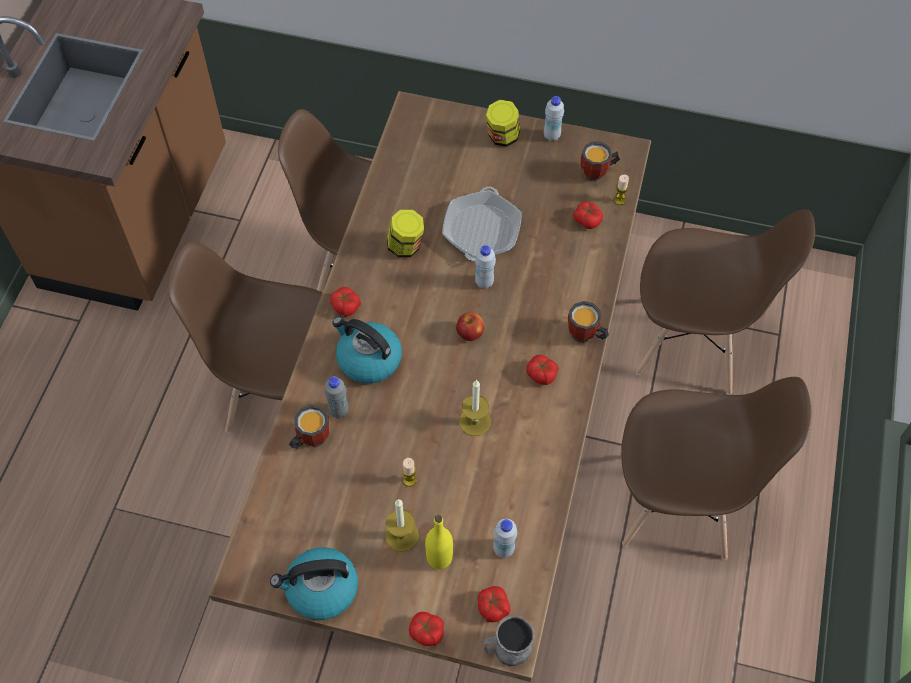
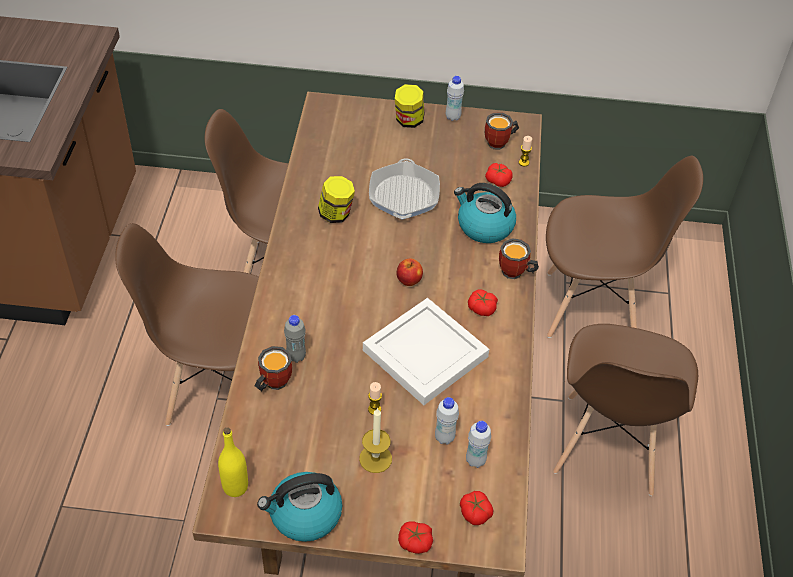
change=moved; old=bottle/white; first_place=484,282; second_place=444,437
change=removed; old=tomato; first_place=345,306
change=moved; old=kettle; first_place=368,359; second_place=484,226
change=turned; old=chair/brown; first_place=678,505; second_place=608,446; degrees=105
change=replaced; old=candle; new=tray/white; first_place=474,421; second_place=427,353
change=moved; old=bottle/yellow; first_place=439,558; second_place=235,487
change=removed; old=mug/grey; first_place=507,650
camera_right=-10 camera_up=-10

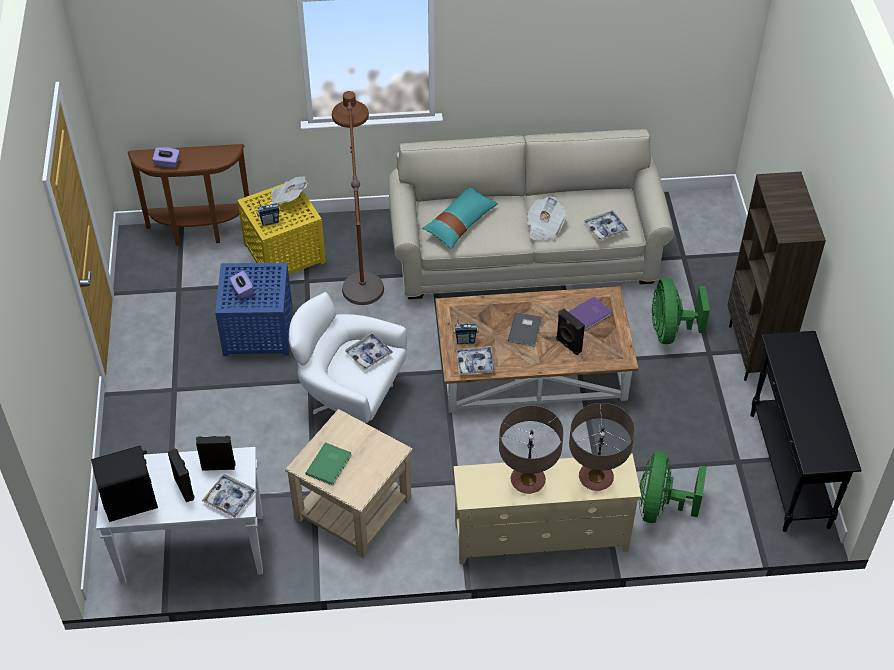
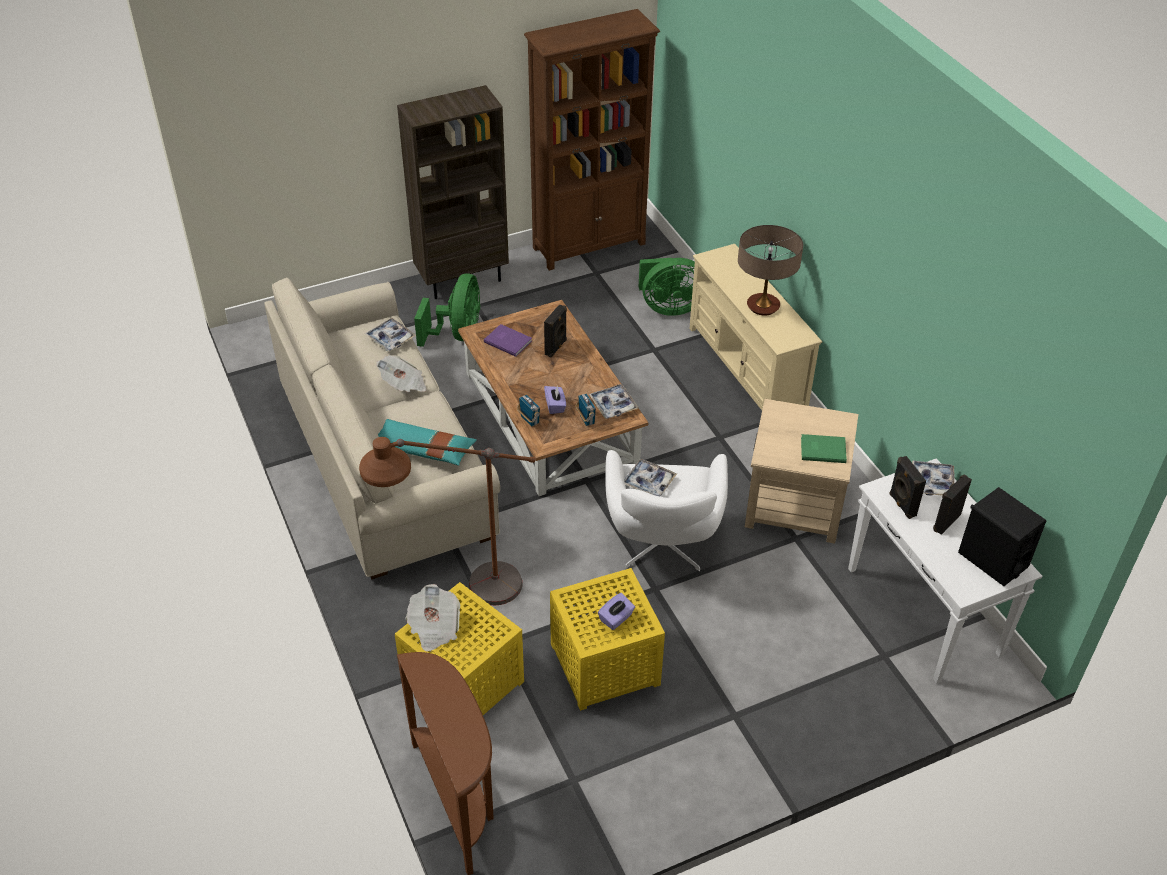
change=moved; old=tissue box/purple; first_place=167,163; second_place=555,406
change=moved; old=radio; first_place=270,221; second_place=529,420
change=recoloured; old=side table/blue; new=side table/yellow; first_place=257,330; second_place=604,666
change=turned; old=fan/green; first_place=670,330; second_place=457,334; degrees=-60
change=removed; old=book/grey; first_place=526,330
change=replaced; old=console table/black; new=bookcase/brown; first_place=788,470; second_place=590,245
change=removed; old=table lamp; first_place=595,478
camera_right=-110 camera_up=-5

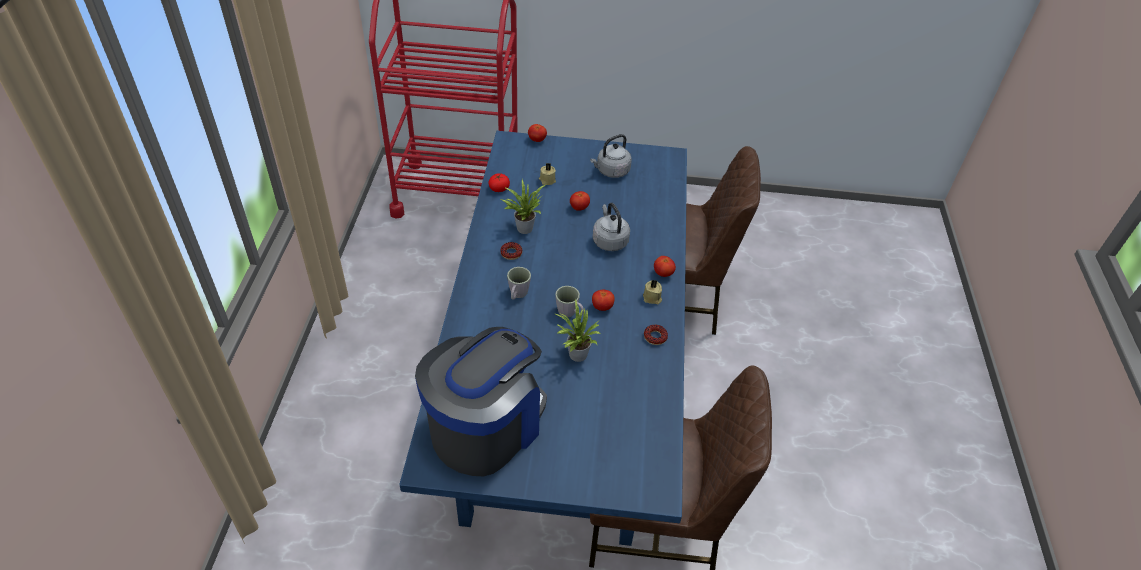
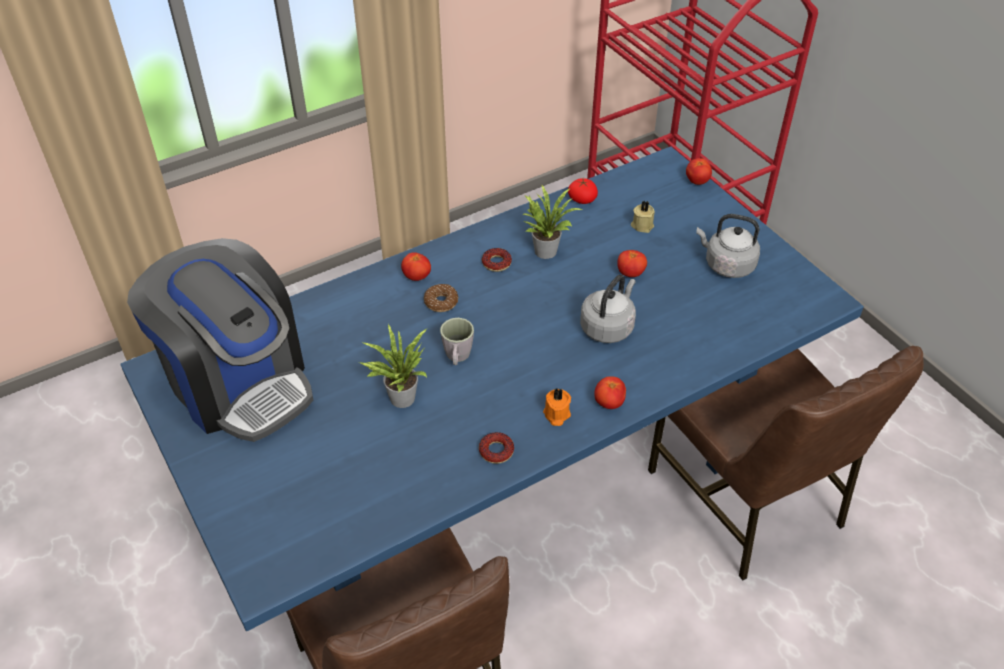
change=replaced; old=mug/grey; new=donut; first_place=517,295; second_place=441,302
change=recoloured; old=candle/beige; new=candle/orange; first_place=652,298; second_place=556,415
change=moved; old=tomato; first_place=602,307; second_place=417,277
change=turned; old=coffee machine; first_place=486,426; second_place=238,382; degrees=45
camera_right=55 camera_up=0

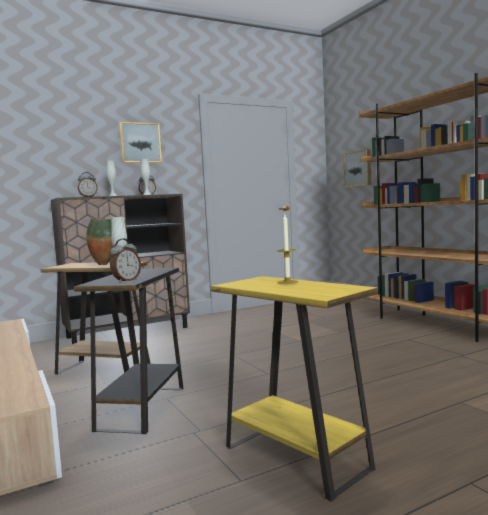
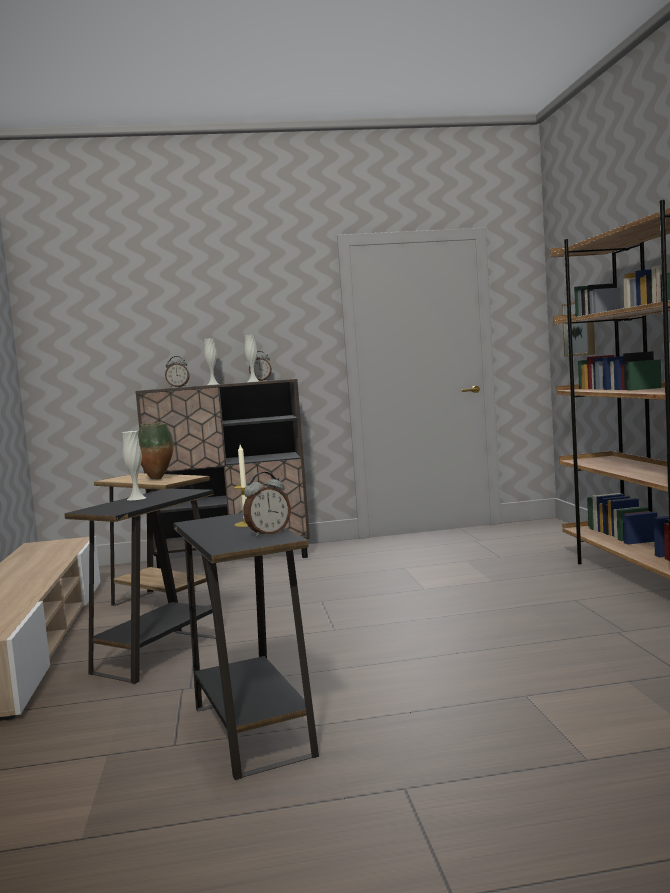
change=removed; old=picture; first_place=140,143
change=moved; old=alarm clock; first_place=126,281; second_place=268,533
change=recoloured; old=side table/yellow; new=side table/black; first_place=296,457; second_place=252,731
camera_right=20 camera_up=0

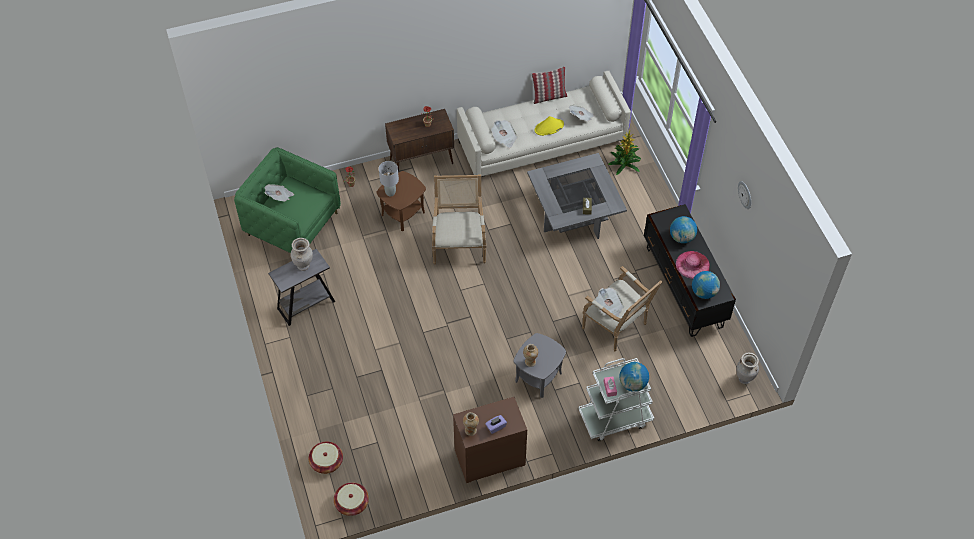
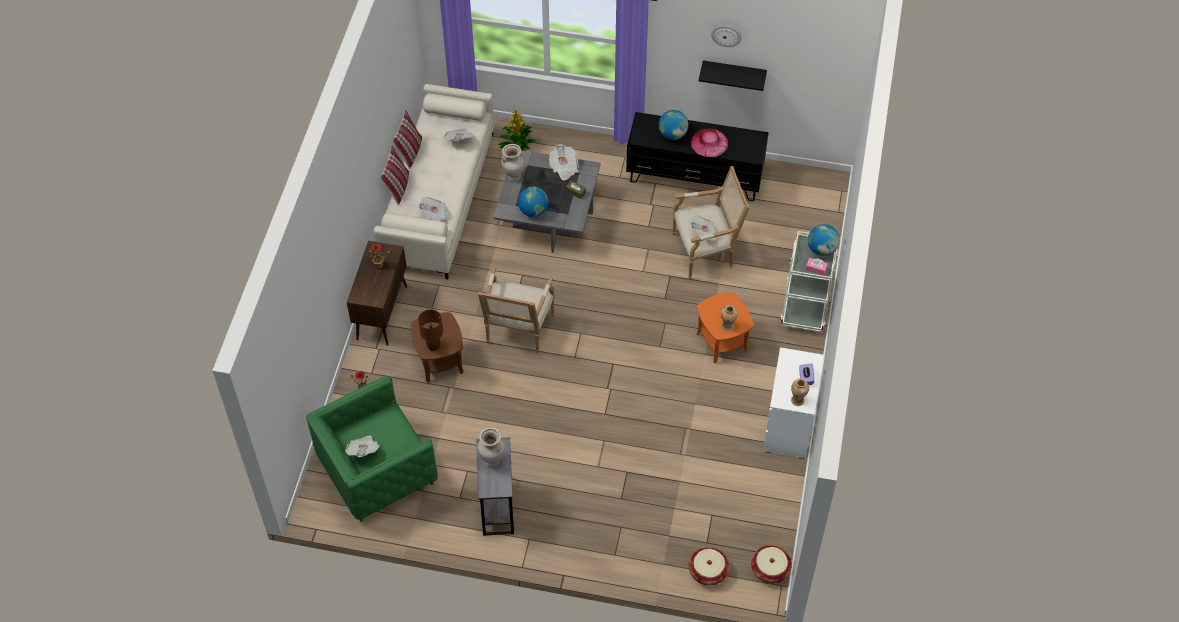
change=removed; old=hat/yellow; first_place=549,127
change=recoloured; old=table lamp/grey; new=table lamp/brown; first_place=390,193; second_place=433,346
change=turned; old=armchair; first_place=459,245; second_place=517,331; degrees=-105
change=moved; old=globe; first_place=704,292; second_place=533,211
change=recoloured; old=side table/grey; new=side table/orange; first_place=538,377; second_place=721,342
change=moved; old=vase/beige; first_place=744,379; second_place=514,176
change=recoloured; old=dresser/brown; new=dresser/white; first_place=489,458; second_place=788,426
change=added; new=shelf/black; second_place=734,73
change=added; new=newspaper; second_place=564,168
change=added; new=pillow; second_place=398,187
camera_right=-60 camera_up=0

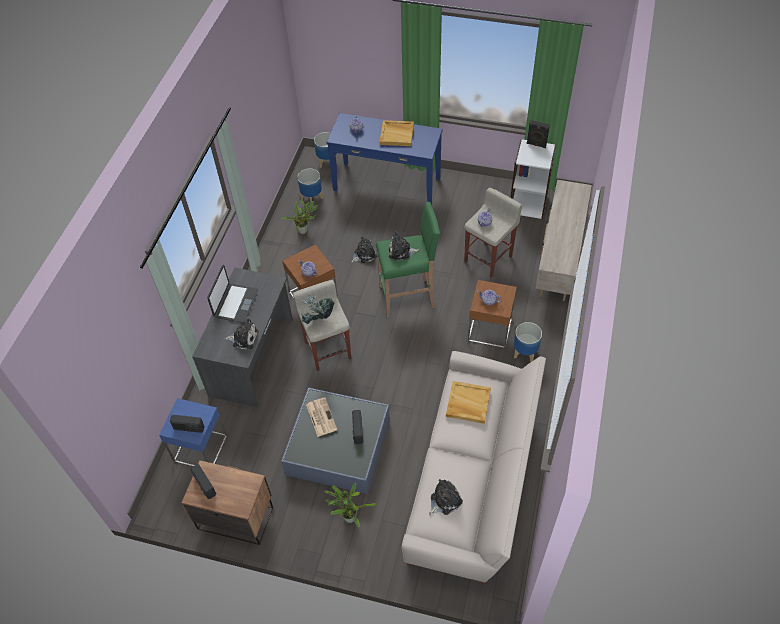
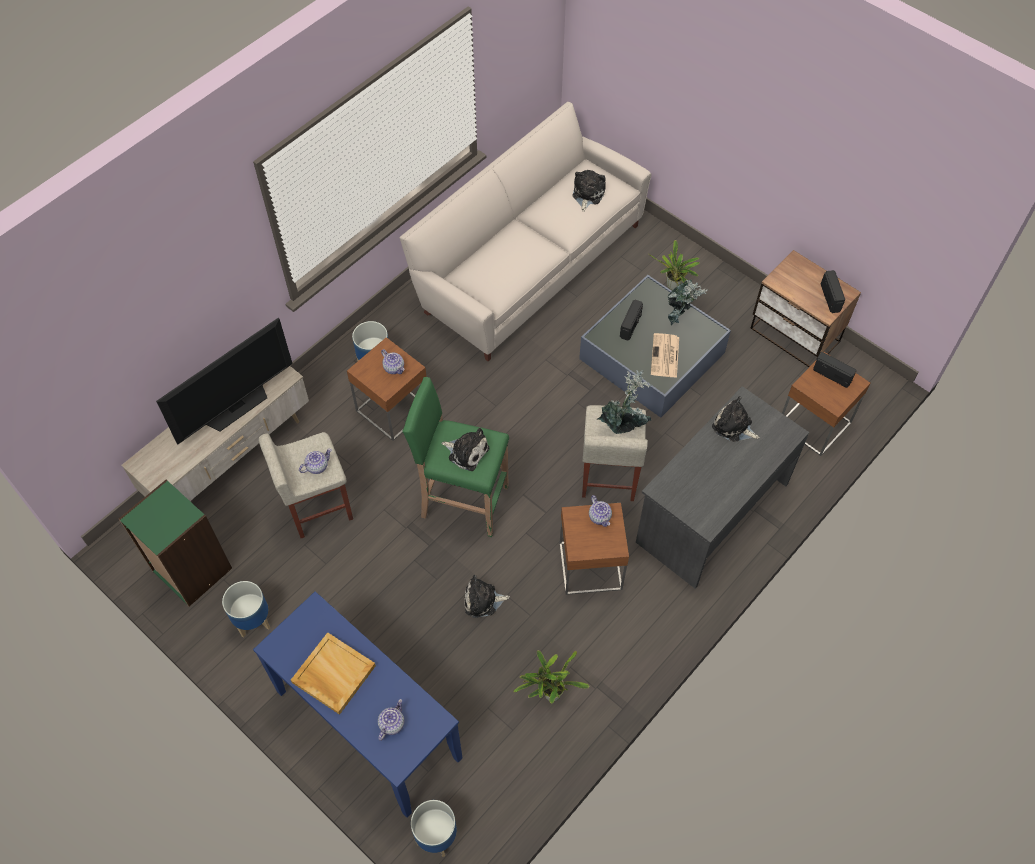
change=removed; old=speaker/black; first_place=536,145
change=recoloured; old=bookcase/white; new=bookcase/green; first_place=528,204; second_place=191,570
change=moved; old=planter; first_place=311,198; second_place=254,620
change=removed; old=laptop; first_place=235,303
change=removed; old=tray/beige; first_place=467,403
change=recoloured; old=side table/blue; new=side table/brown; first_place=200,448; second_place=814,424
change=turned; old=plush toy; first_place=444,500; second_place=587,194; degrees=120
change=added; new=potted plant; second_place=680,315
change=added; new=television; second_place=236,406
camera_right=-155 camera_up=5

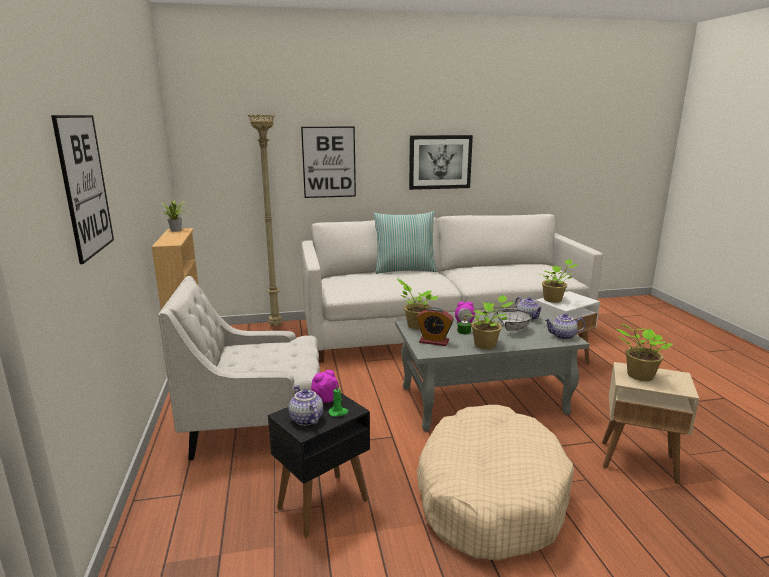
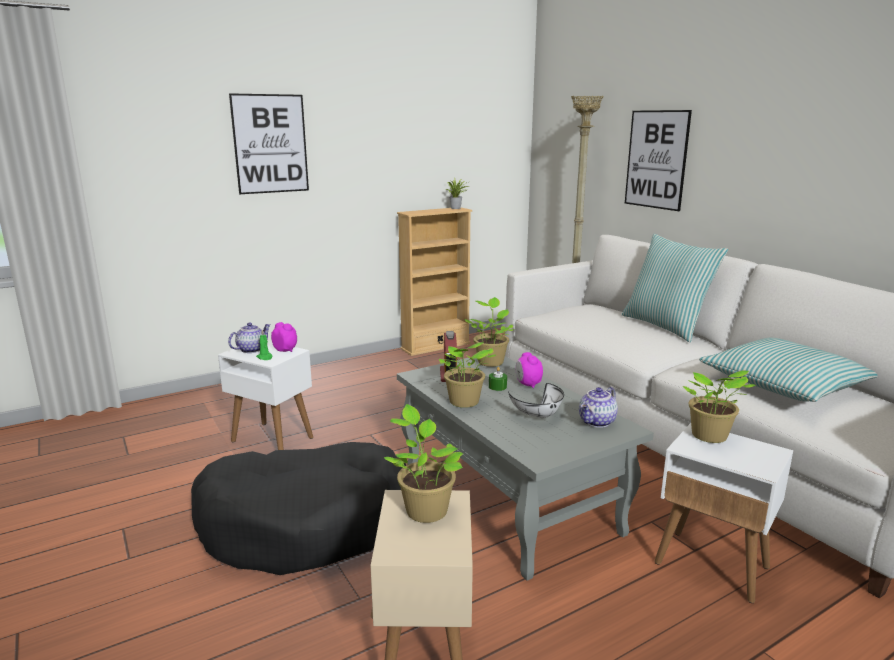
change=removed; old=picture; first_place=440,162
change=removed; old=armchair/white; first_place=257,427
change=removed; old=teapot; first_place=563,336
change=recoloured; old=side table/black; new=side table/white; first_place=322,504; second_place=271,439
change=recoloured; old=dog bed/beige; new=dog bed/black; first_place=489,494; second_place=306,523
change=added; new=pillow; second_place=783,384
camera_right=70 camera_up=0

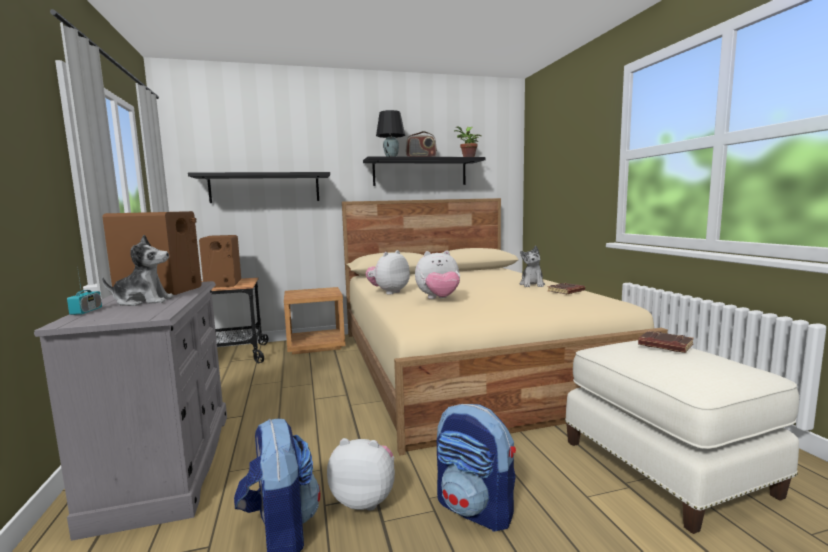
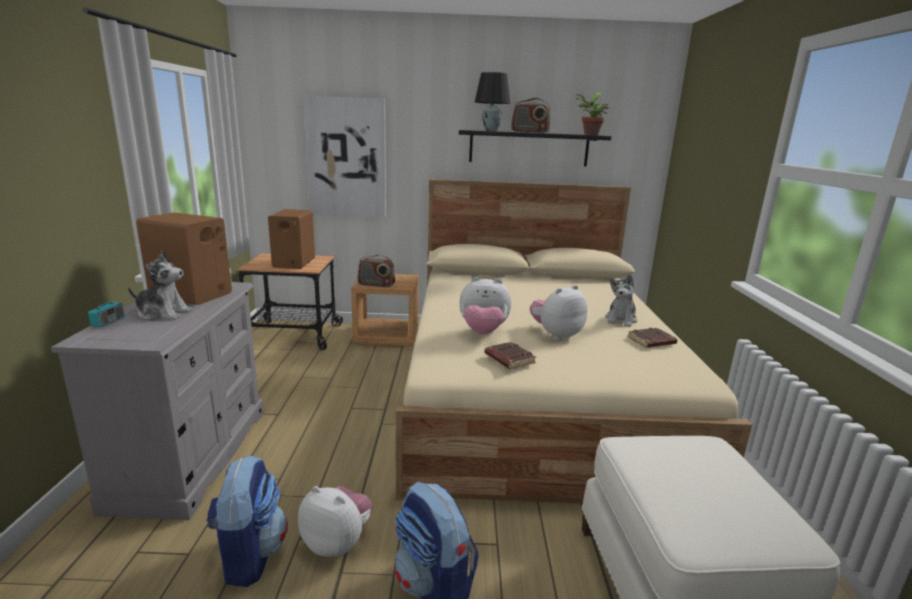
change=replaced; old=shelf/black; new=picture; first_place=265,188; second_place=346,158
change=moved; old=plush toy; first_place=388,292; second_place=556,335
change=moved; old=book/brown; first_place=664,346; second_place=508,359
change=added; new=radio; second_place=376,284
camera_right=15 camera_up=10

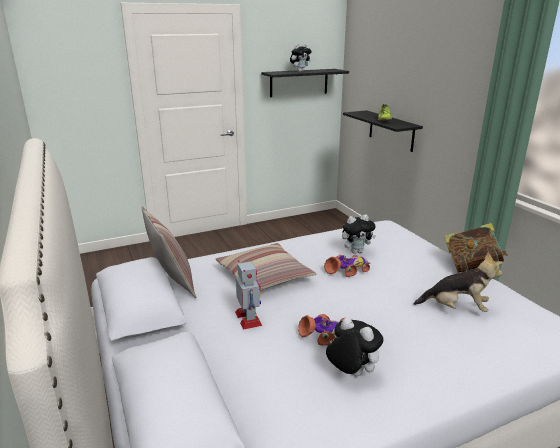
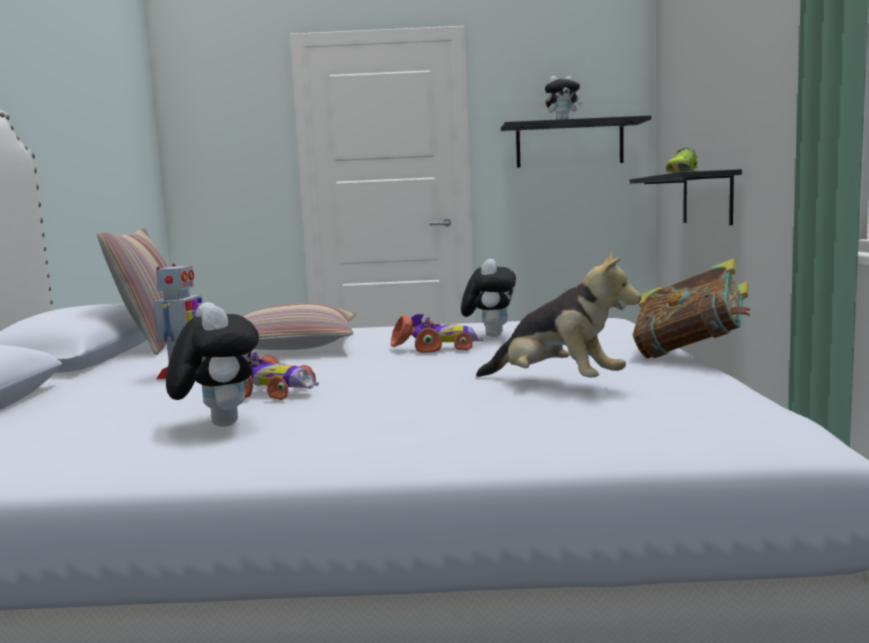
change=turned; old=plush toy; first_place=356,251; second_place=490,335; degrees=-90
camera_right=25 camera_up=-15

